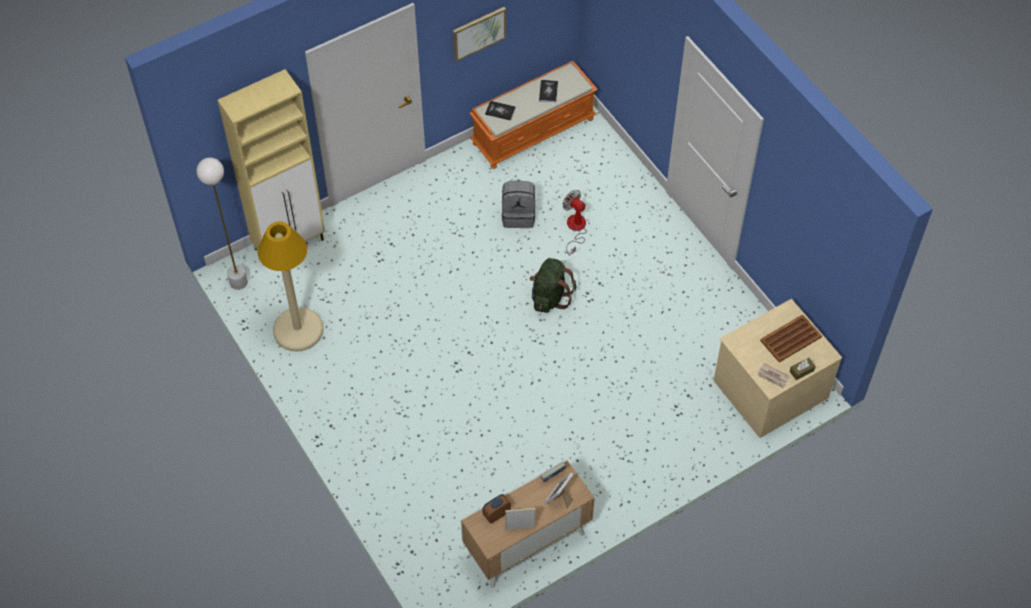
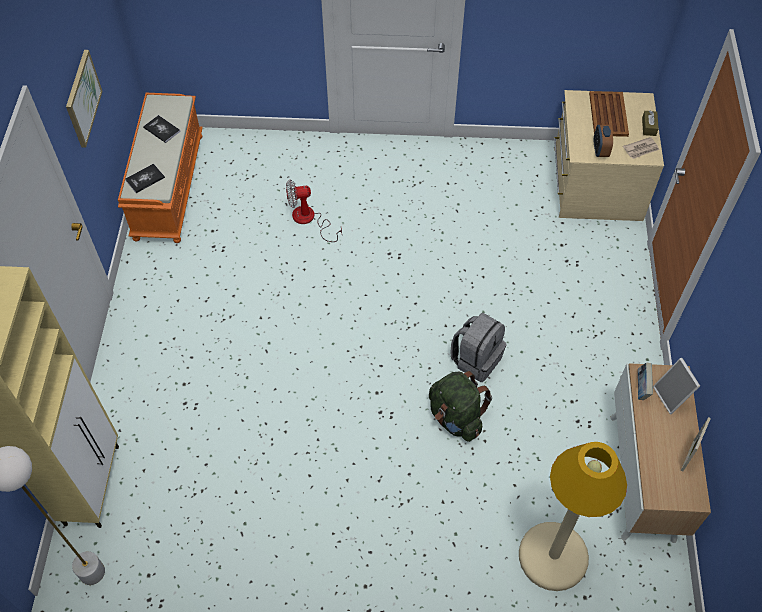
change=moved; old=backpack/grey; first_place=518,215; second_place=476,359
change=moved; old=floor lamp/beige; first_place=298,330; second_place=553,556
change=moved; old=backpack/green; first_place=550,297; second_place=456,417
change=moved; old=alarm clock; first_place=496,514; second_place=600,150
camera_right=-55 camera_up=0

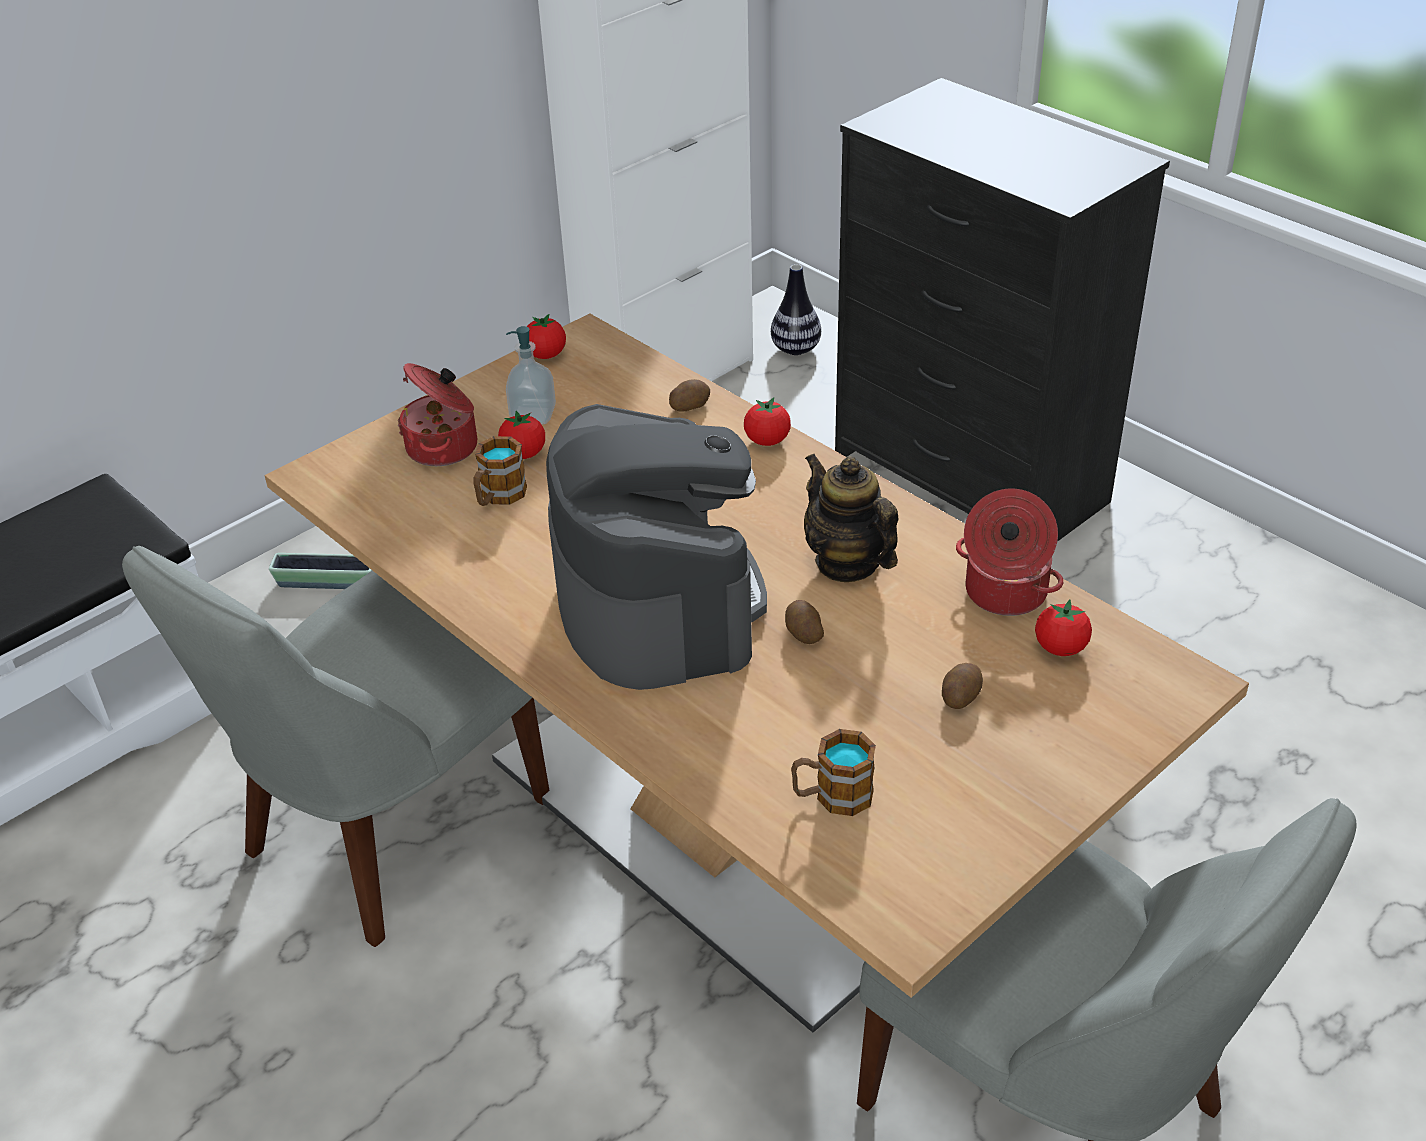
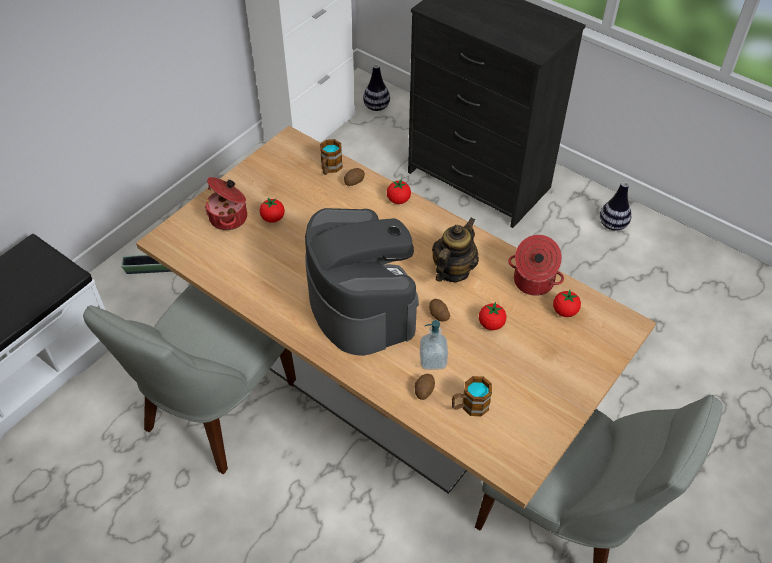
change=moved; old=tomato; first_place=546,355; second_place=491,324
change=moved; old=soap dispenser; first_place=533,415; second_place=433,360
change=moved; old=mug; first_place=498,497; second_place=330,168
change=turned; old=teapot; first_place=847,562; second_place=452,271; degrees=75
change=moved; old=potato; first_place=960,697; second_place=424,390
change=added; new=vase; second_place=612,225
camera_right=-10 camera_up=10

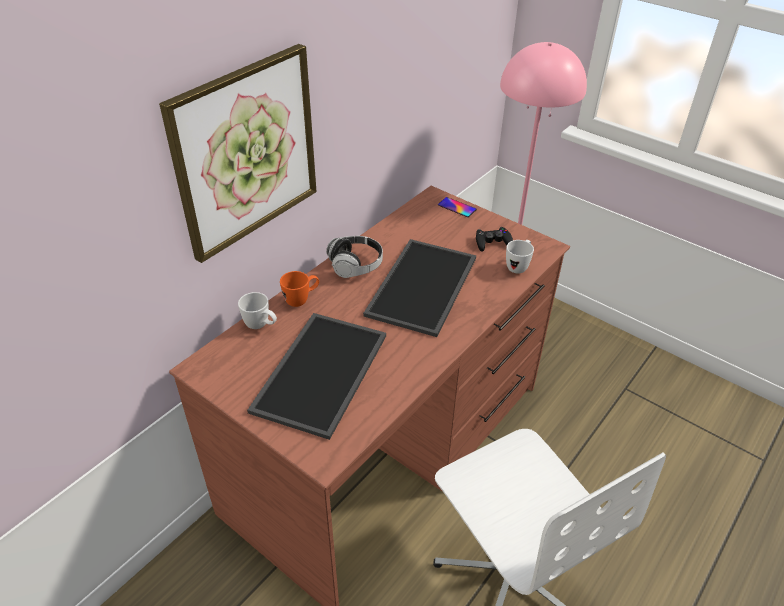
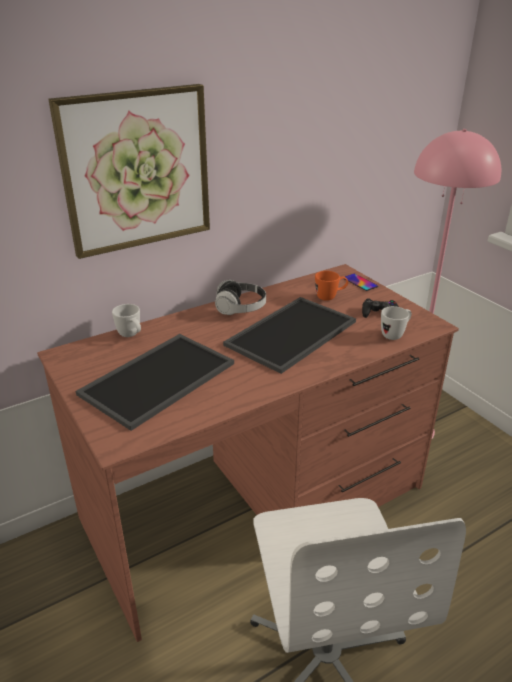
change=moved; old=mug/orange; first_place=301,300; second_place=330,297
camera_right=20 camera_up=-10

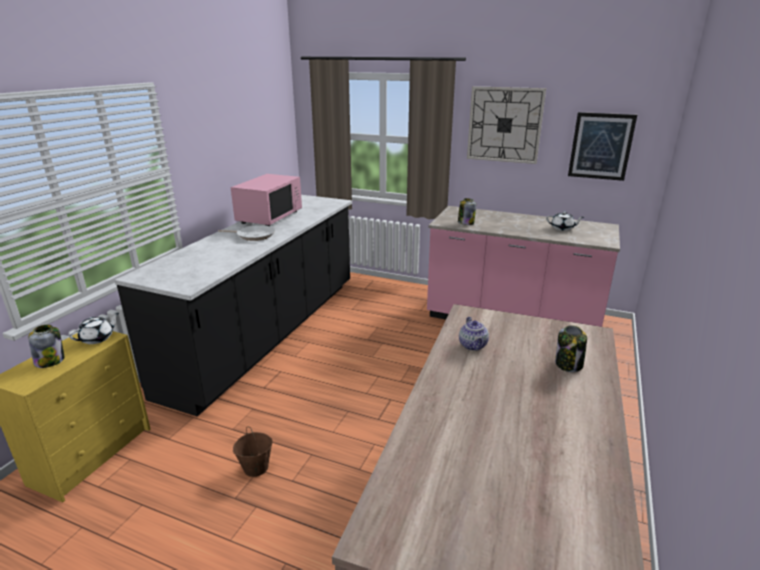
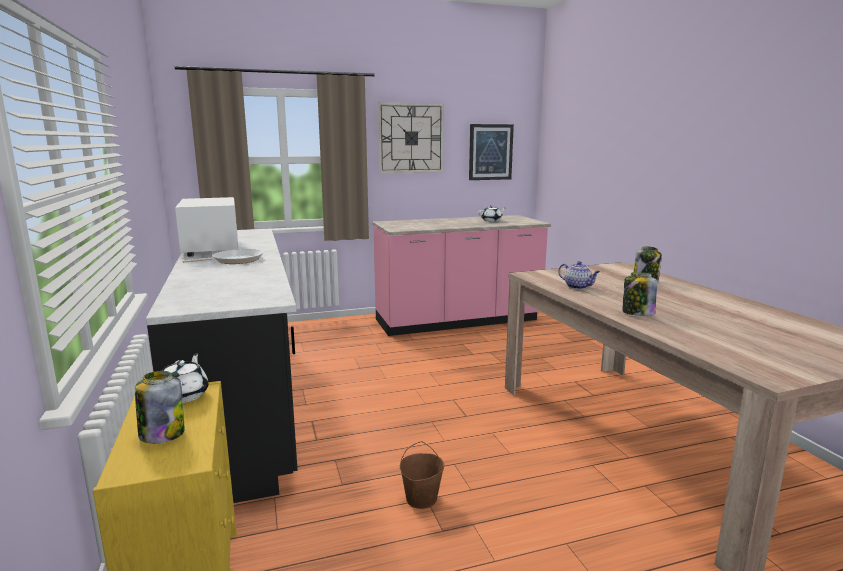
change=recoloured; old=microwave/pink; new=microwave/white; first_place=269,217; second_place=211,248
change=moved; old=jar; first_place=465,223; second_place=637,313
camera_right=-40 camera_up=-10

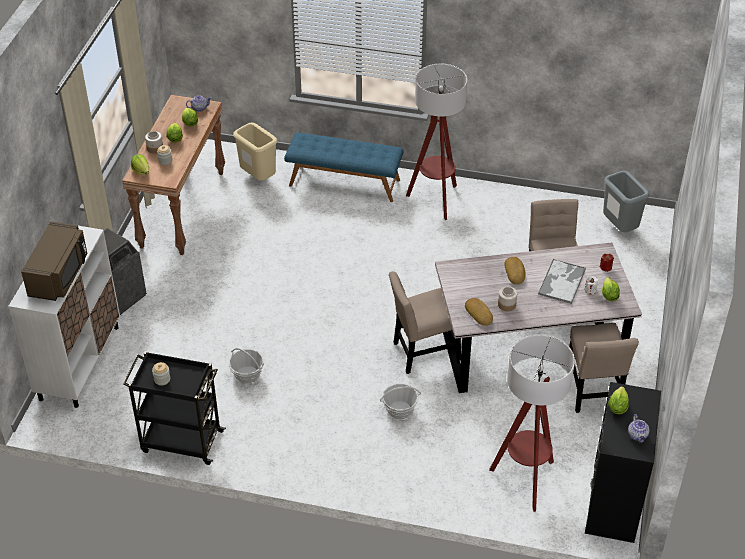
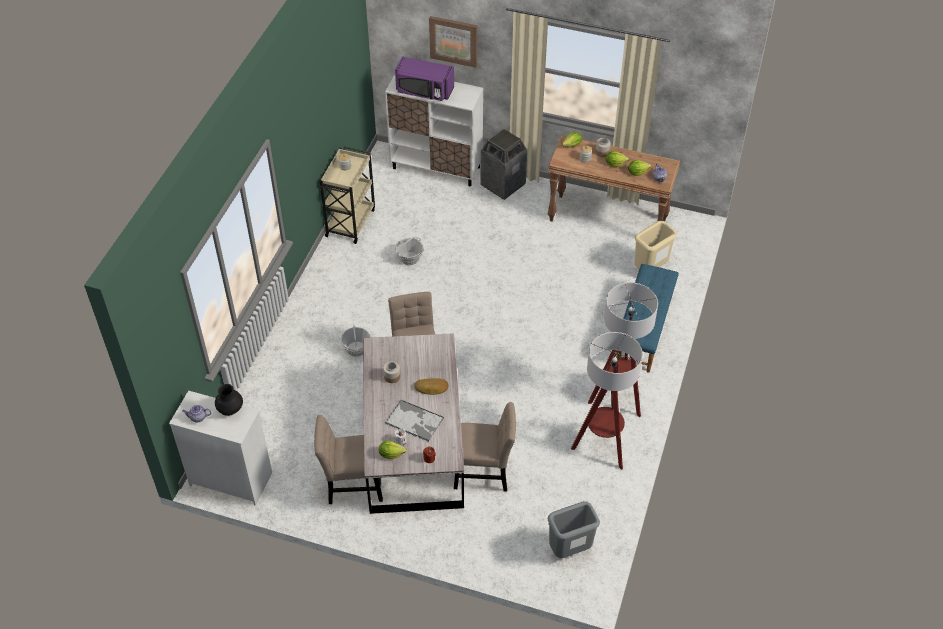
change=recoloured; old=microwave/brown; new=microwave/purple; first_place=59,275; second_place=424,91
change=removed; old=bread; first_place=479,313
change=moved; old=floor lamp; first_place=525,480; second_place=602,447
change=recoloured; old=cart/black; new=cart/beige; first_place=181,441; second_place=351,222
change=recoloured; old=dresser/black; new=dresser/white; first_place=612,502; second_place=231,479
change=replaced; old=lettuce; new=vase/black; first_place=617,407; second_place=230,409
change=added; new=picture; second_place=453,41
camera_right=95 camera_up=5

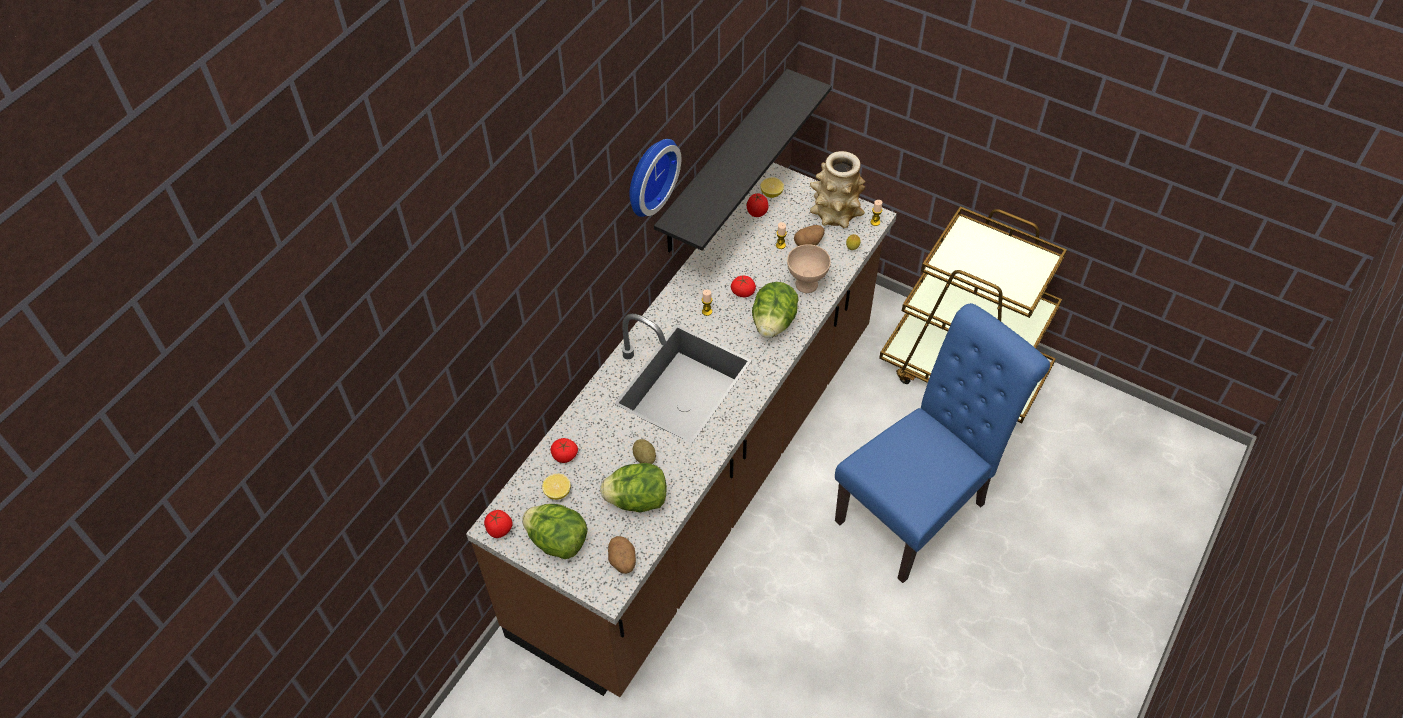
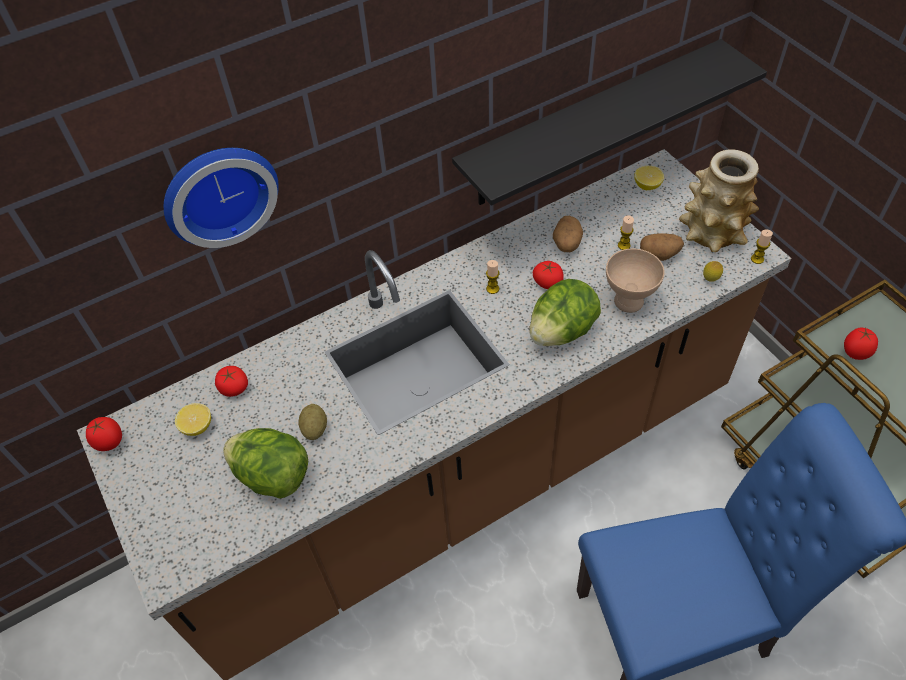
change=moved; old=wall clock; first_place=648,175; second_place=218,192
change=moved; old=tomato; first_place=756,213; second_place=854,353
change=removed; old=lettuce; first_place=558,541
change=moved; old=potato; first_place=622,561; second_place=566,244
camera_right=30 camera_up=0

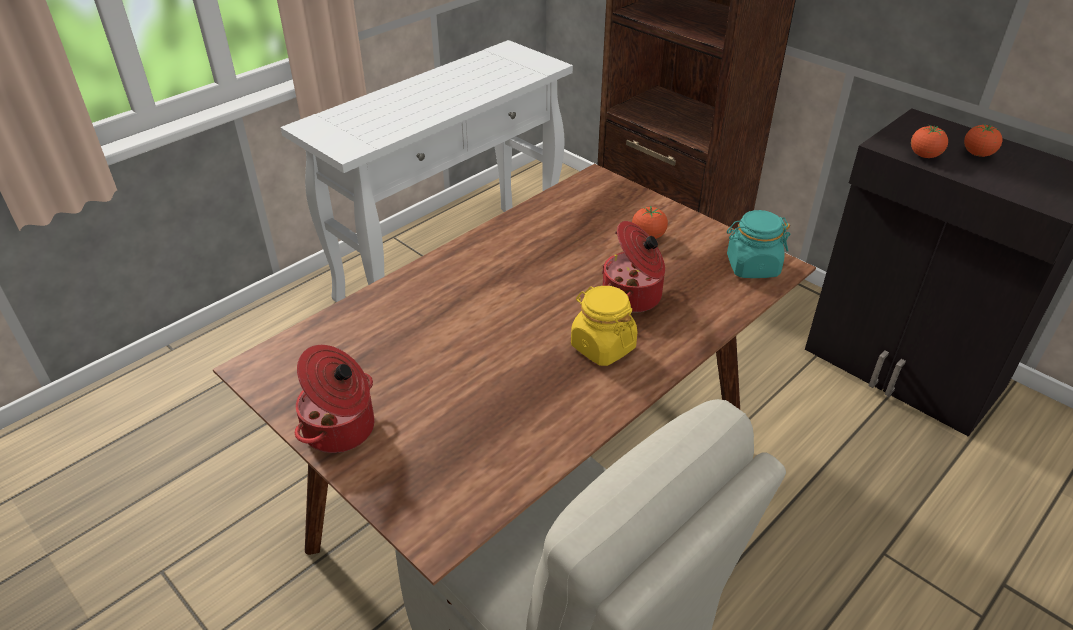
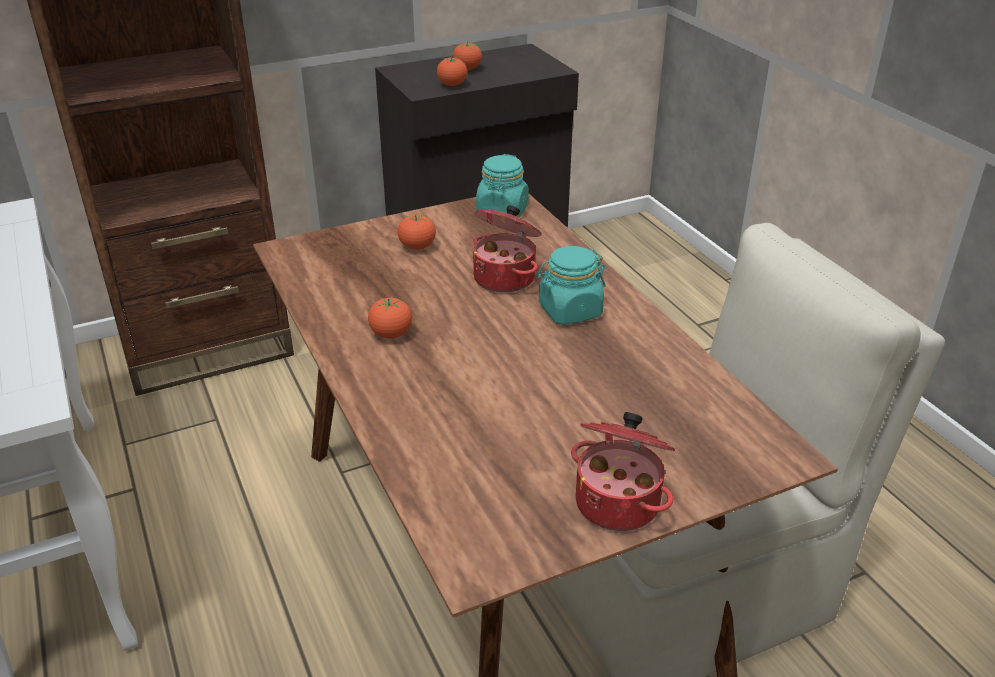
change=recoloured; old=jar/yellow; new=jar/turquoise; first_place=602,347; second_place=569,311
change=added; new=tomato; second_place=391,334
camera_right=-70 camera_up=-5

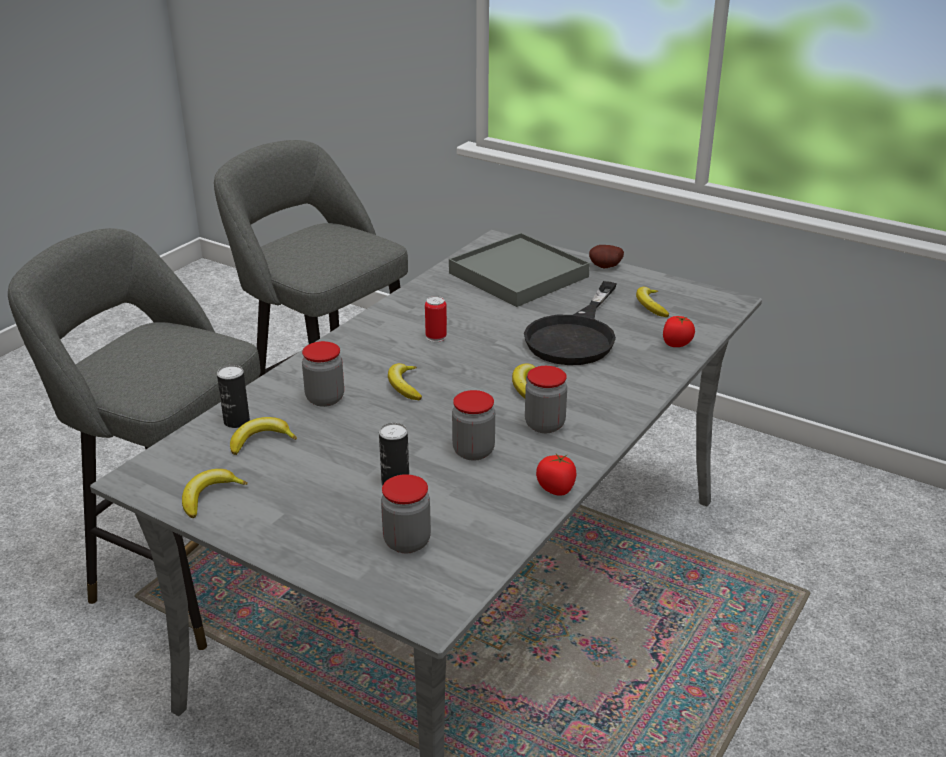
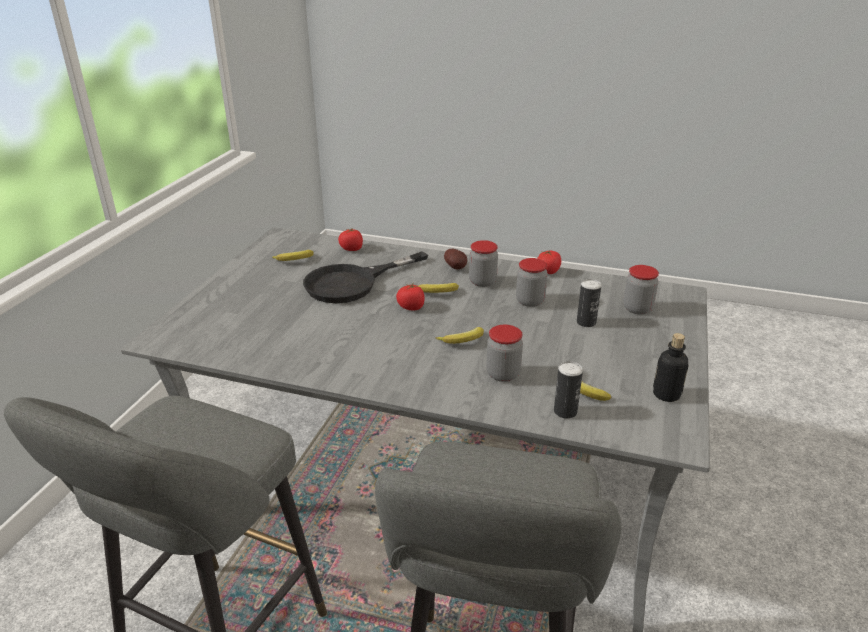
change=removed; old=tray/grey; first_place=519,275
change=moved; old=potato; first_place=606,267; second_place=456,268
change=turned; old=frying pan/black; first_place=575,336; second_place=352,283; degrees=135
change=removed; old=can; first_place=436,337
change=replaced; old=banana; new=bottle; first_place=209,496; second_place=666,394
change=added; new=tomato; second_place=411,307
camera_right=-105 camera_up=0

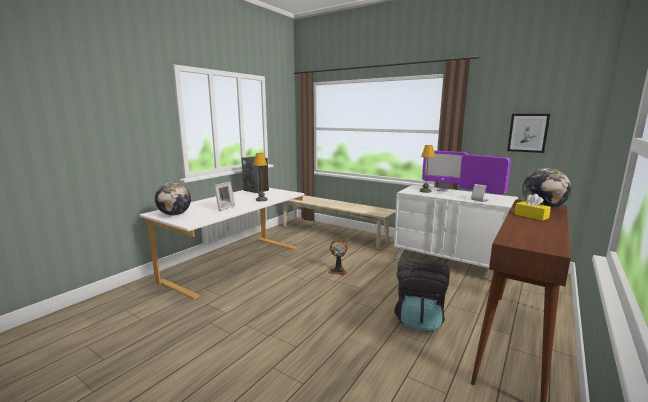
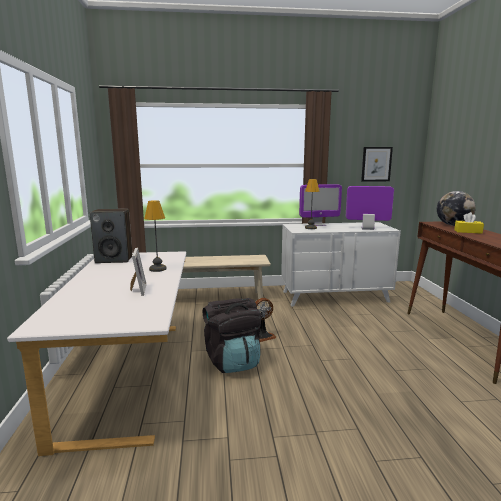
change=removed; old=globe; first_place=175,214
change=moved; old=backpack/black; first_place=419,318; second_place=232,361
camera_right=-40 camera_up=0

